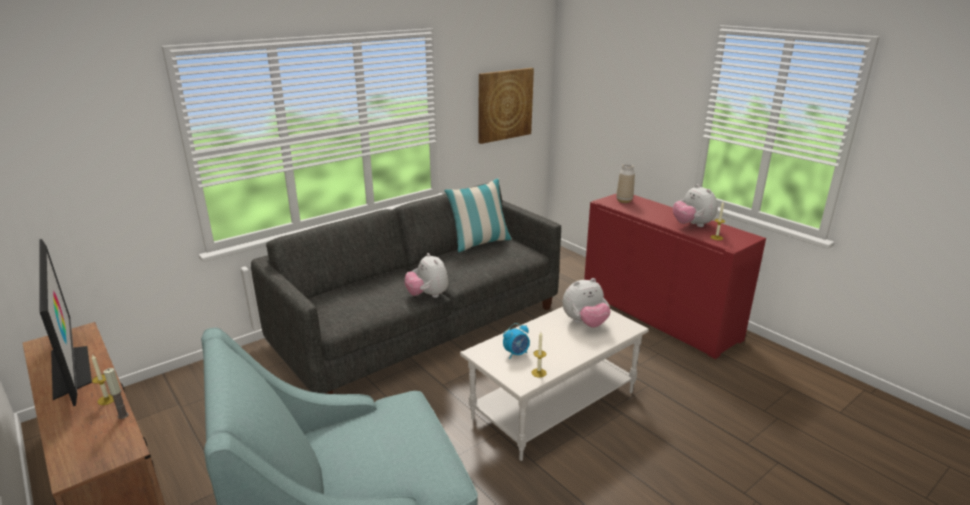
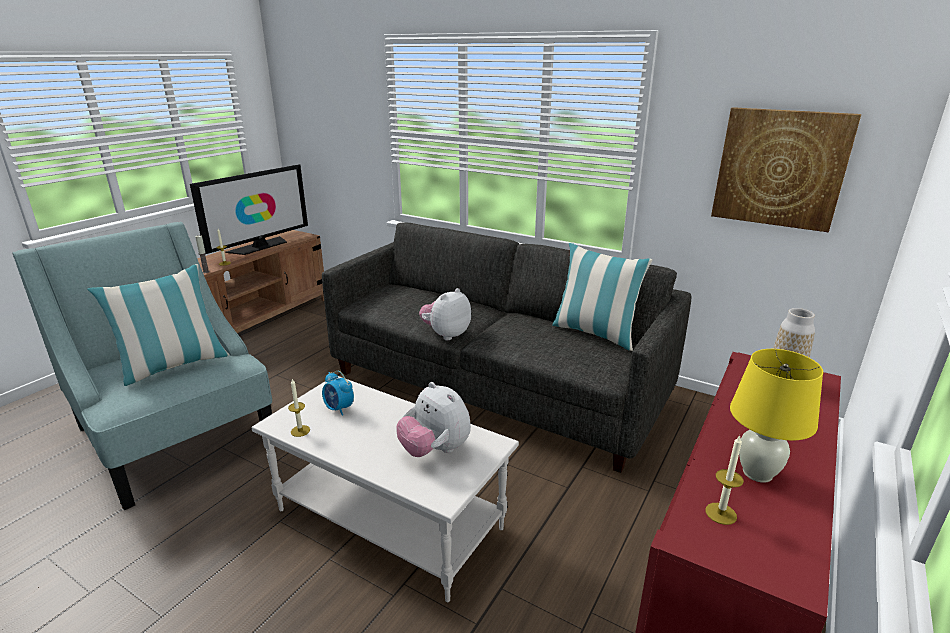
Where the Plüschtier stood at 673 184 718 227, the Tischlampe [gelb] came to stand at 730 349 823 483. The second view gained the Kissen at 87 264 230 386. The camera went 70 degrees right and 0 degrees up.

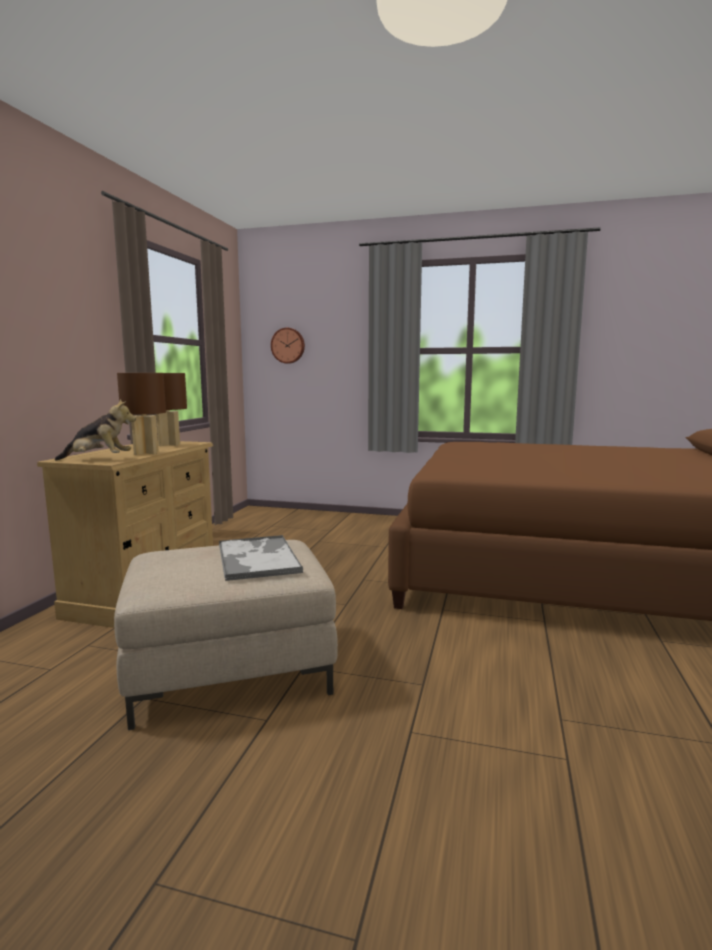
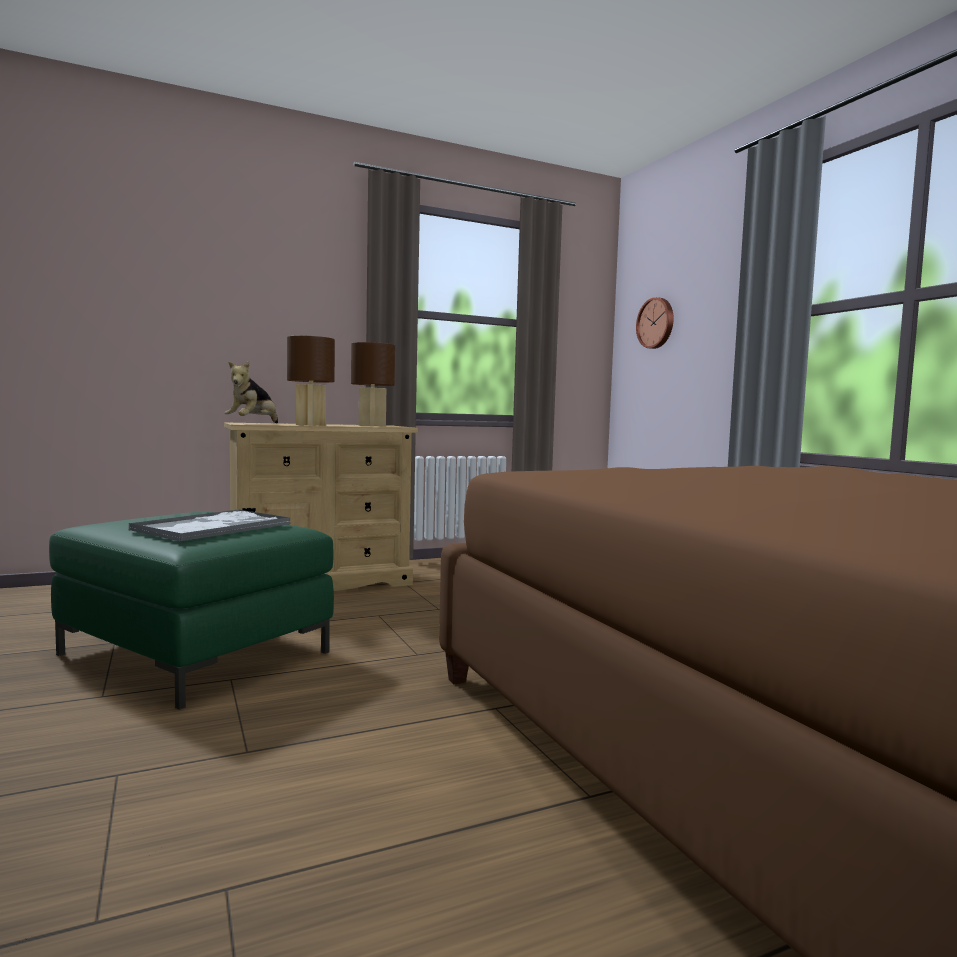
The Plüschtier at 55 399 136 460 ended up facing another way, 60 degrees clockwise from before. What was the Polsterhocker [beige] at 114 540 338 730 turned into the Polsterhocker [grün] at 49 512 334 710. The camera went 50 degrees right and 5 degrees down.

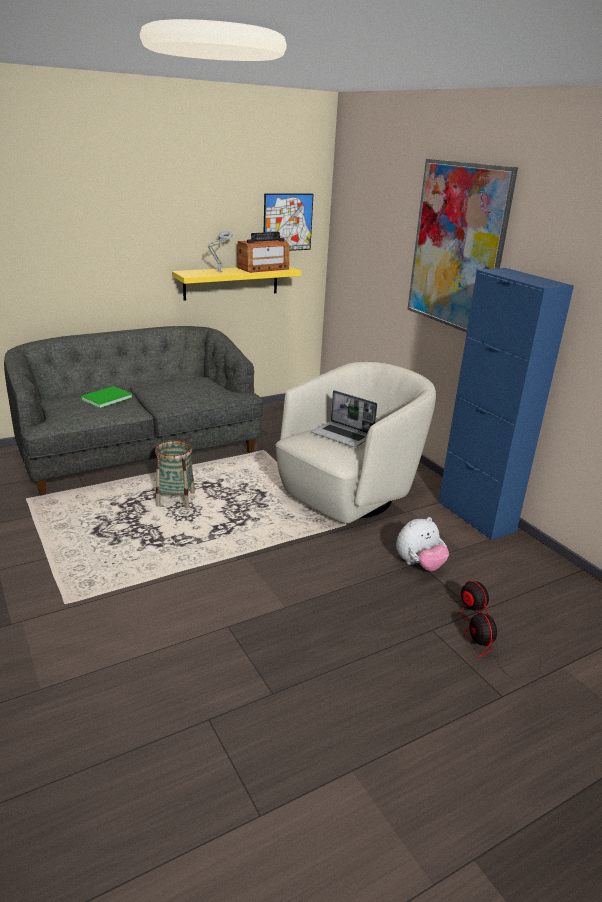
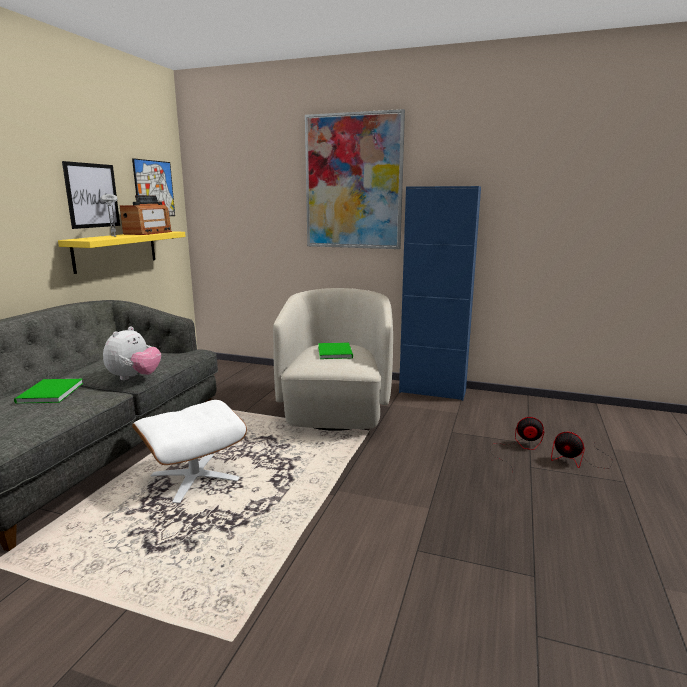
Where the Laptop stood at 312 390 377 447, the Buch [grün] came to stand at 318 342 353 359. Where the Korb stood at 155 440 195 508, the Polsterhocker [weiß] came to stand at 132 400 247 503. The Plüschtier ended up elsewhere, having gone from 396 517 449 571 to 103 326 161 380. The second view gained the Bild at 62 161 120 229. The camera went 40 degrees left and 10 degrees down.

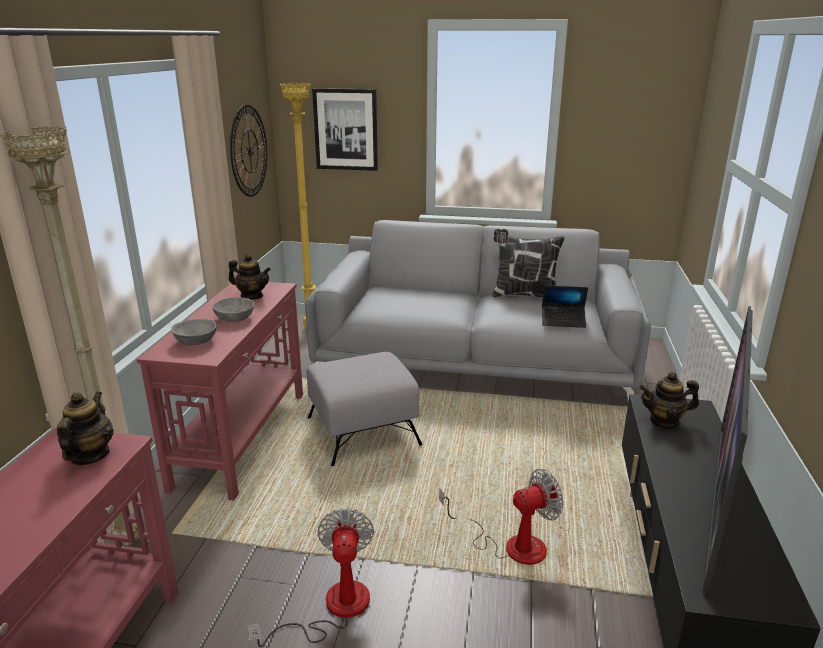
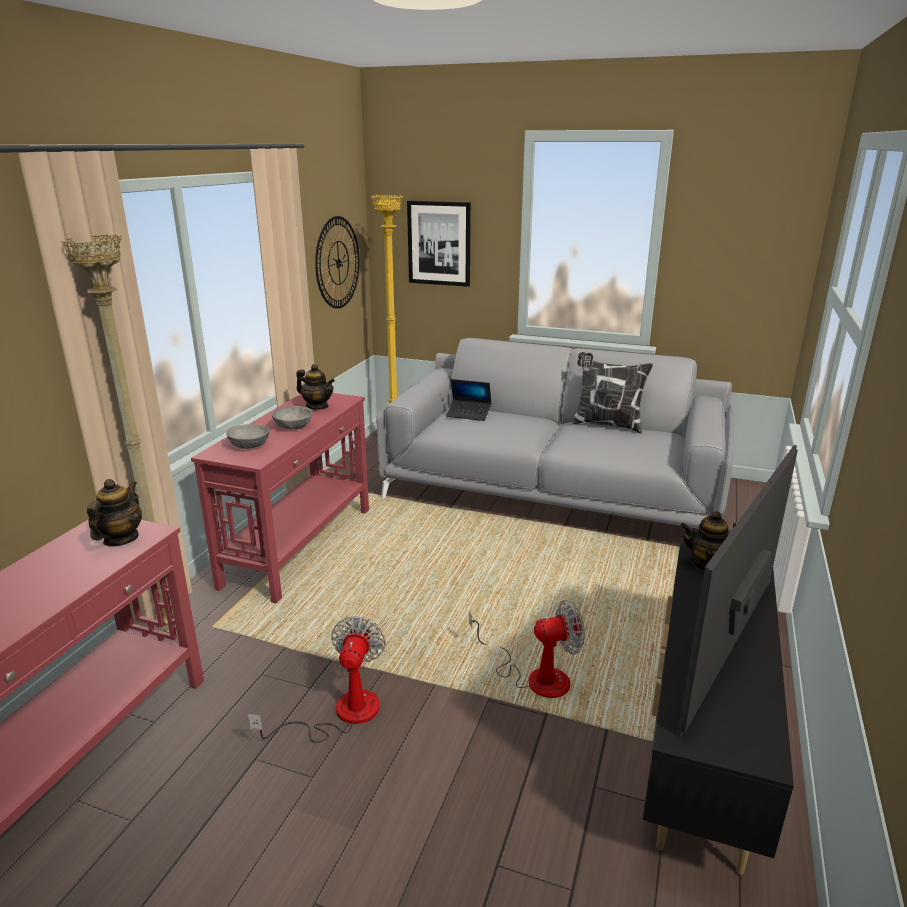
The Laptop ended up elsewhere, having gone from 542 285 588 328 to 446 379 491 421. The second view lost the Polsterhocker [grau] at 307 352 422 466. The camera went 10 degrees right and 0 degrees up.

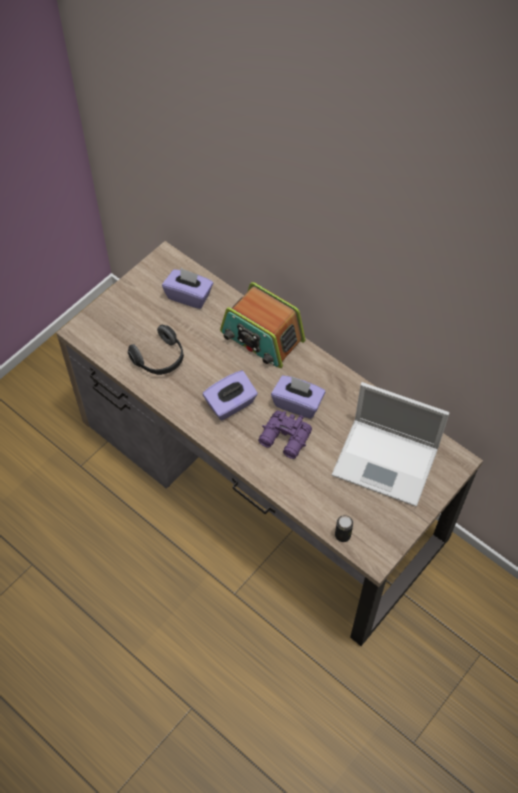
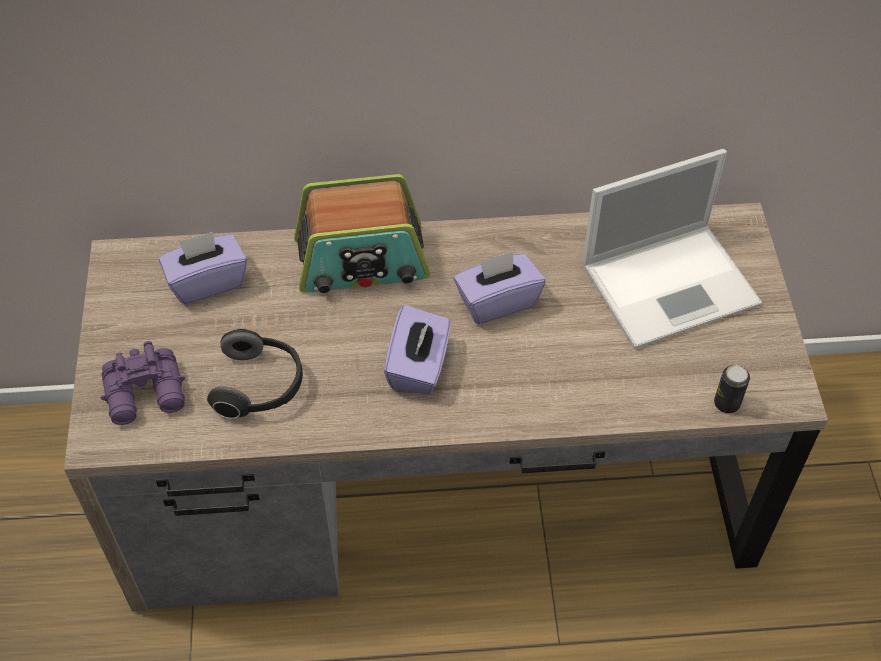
The Fernglas [lila] ended up elsewhere, having gone from 258 411 312 459 to 100 341 185 425. The camera went 45 degrees left and 5 degrees down.

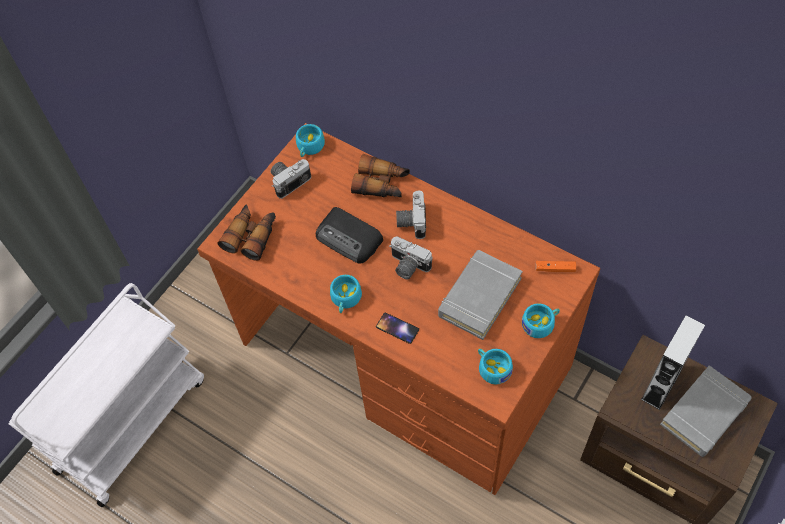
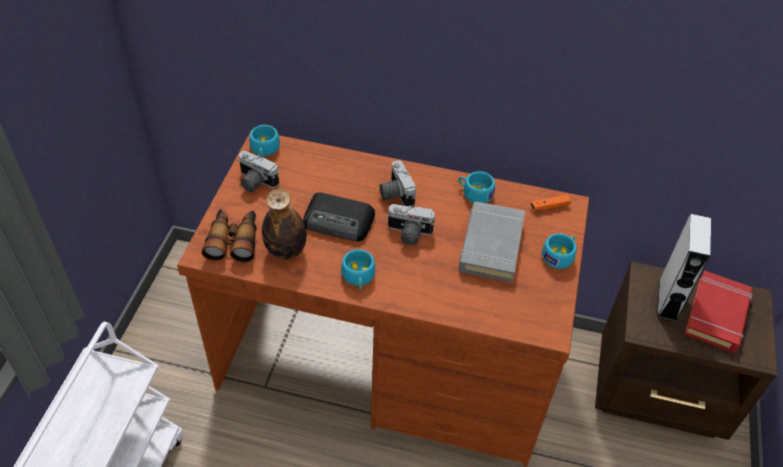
The second view lost the Fernglas at 351 154 410 197. The Kamera at 271 159 311 199 ended up facing another way, 90 degrees counterclockwise from before. The second view lost the Handy at 376 313 419 344. The Tasse [türkis] ended up elsewhere, having gone from 478 348 513 385 to 458 171 495 203. What was the Buch [grau] at 660 365 751 457 turned into the Buch [rot] at 684 270 752 353. The second view gained the Flasche at 262 189 306 260. The camera went 25 degrees left and 10 degrees down.

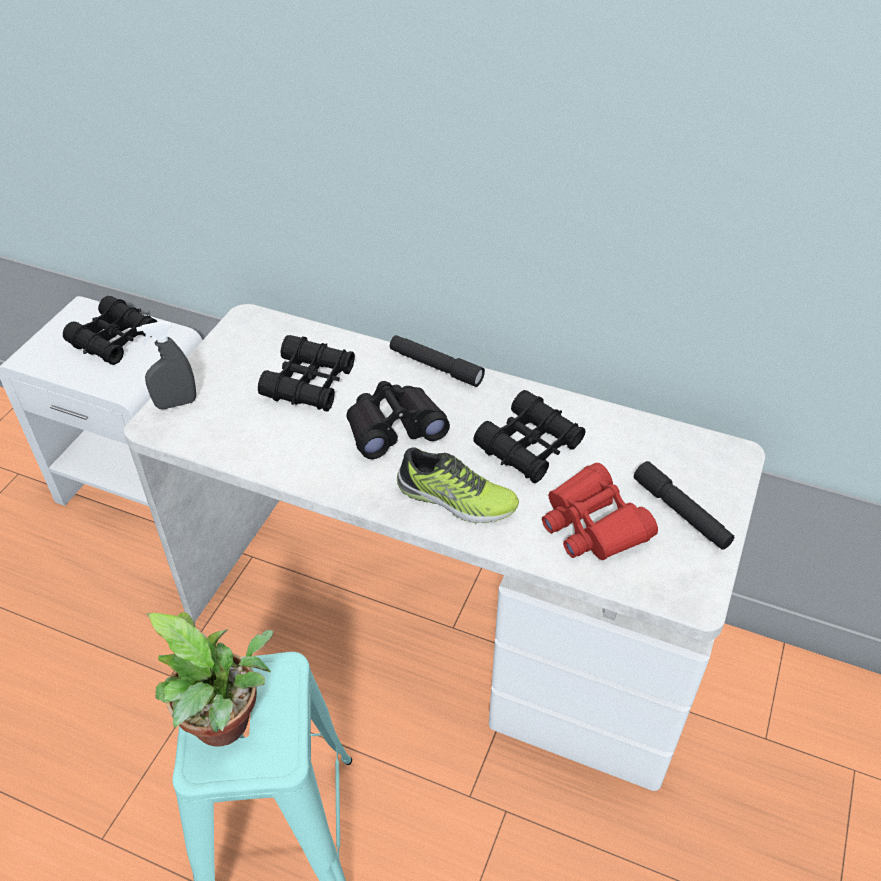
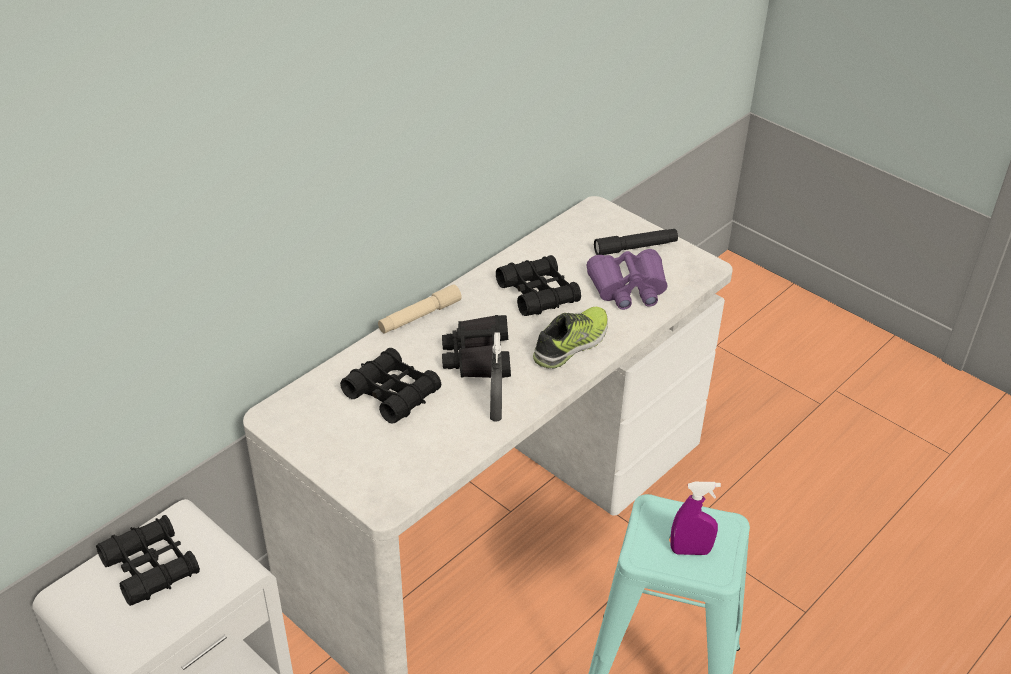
The Sprühflasche [grau] ended up elsewhere, having gone from 136 321 196 409 to 490 332 502 422. What was the Taschenlampe [schwarz] at 390 335 485 387 turned into the Taschenlampe [beige] at 378 284 462 334. What was the Fernglas [rot] at 542 463 658 560 turned into the Fernglas [lila] at 587 249 668 310. Where the Topfpflanze stood at 147 612 274 747, the Sprühflasche [lila] came to stand at 670 482 721 555. The camera went 70 degrees left and 5 degrees down.

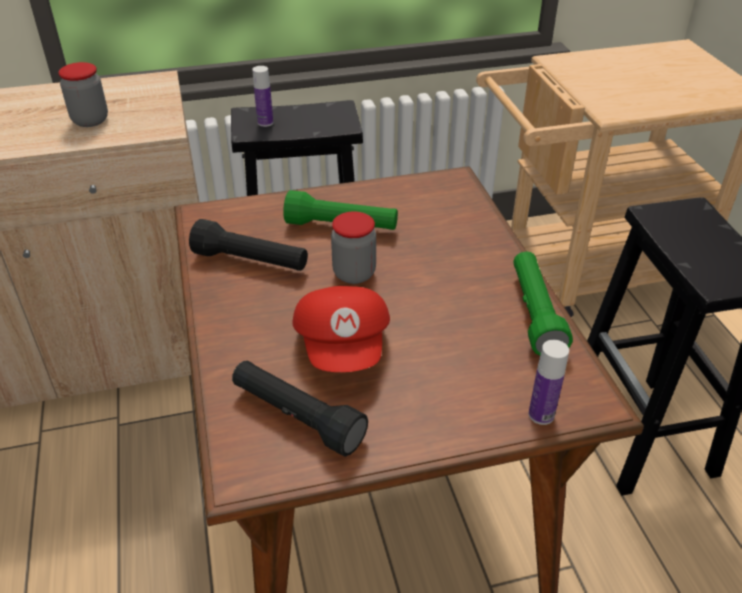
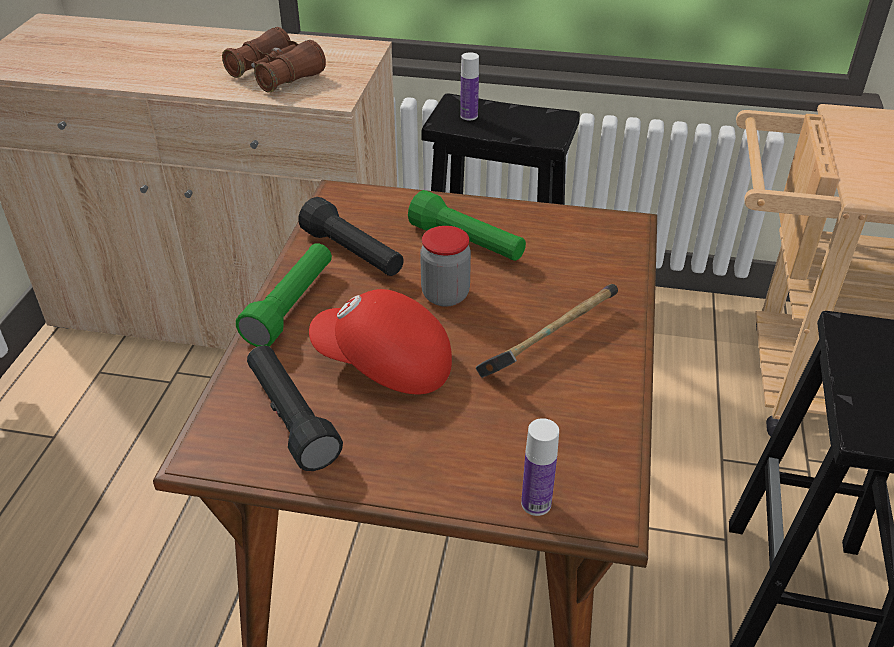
Where the Vorratsglas stood at 58 62 108 127, the Fernglas [braun] came to stand at 222 27 326 92. The Taschenlampe [grün] ended up elsewhere, having gone from 513 251 573 355 to 236 243 332 347. The Kappe [rot] at 292 286 390 372 ended up facing another way, 90 degrees clockwise from before. The second view gained the Hammer at 476 284 618 378. The camera went 25 degrees right and 0 degrees up.

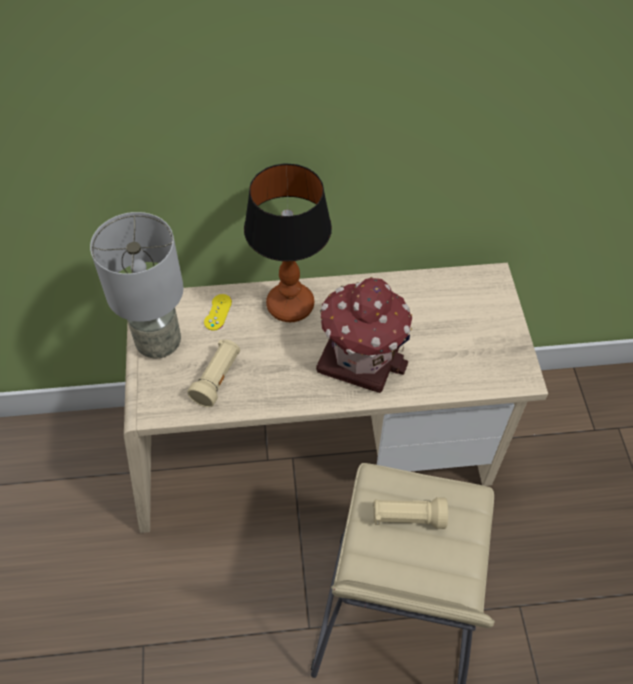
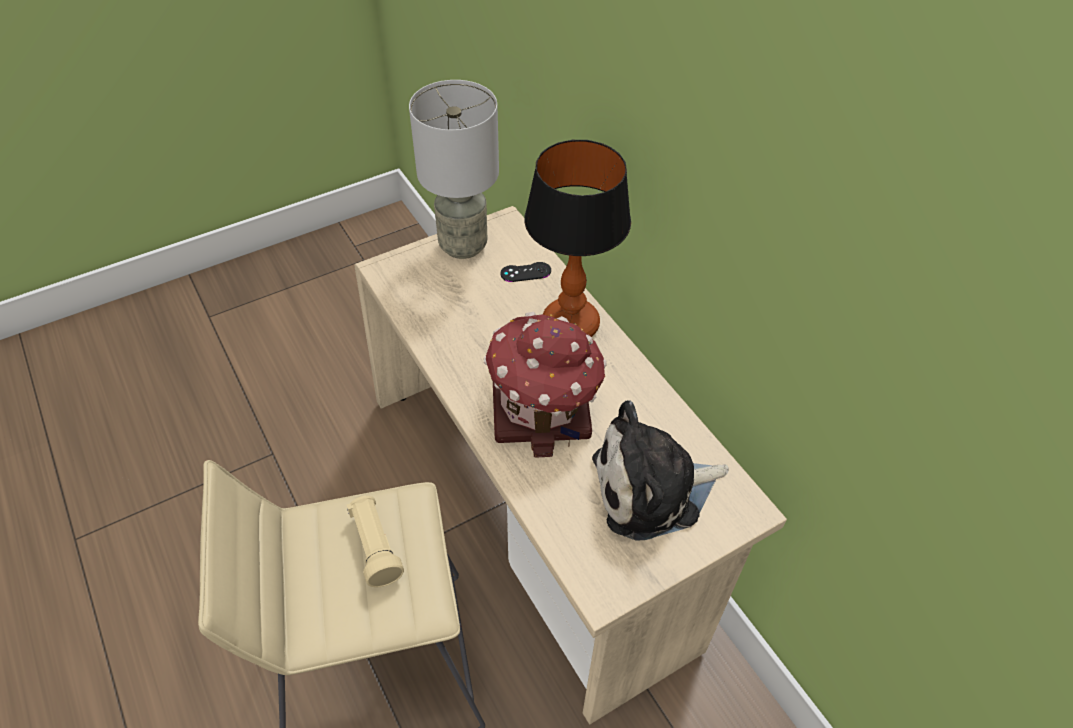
What was the Gamepad [gelb] at 204 294 232 331 turned into the Gamepad [schwarz] at 500 262 551 282. The second view lost the Taschenlampe [beige] at 187 339 240 407. The second view gained the Plüschtier at 592 400 729 540. The camera went 65 degrees right and 5 degrees down.

